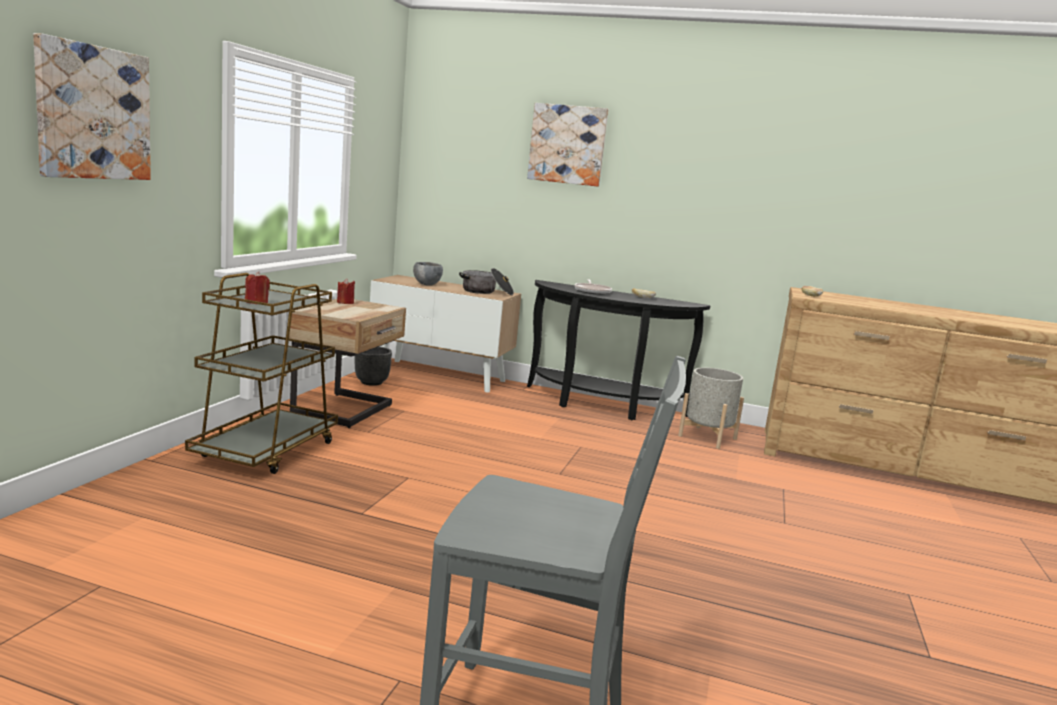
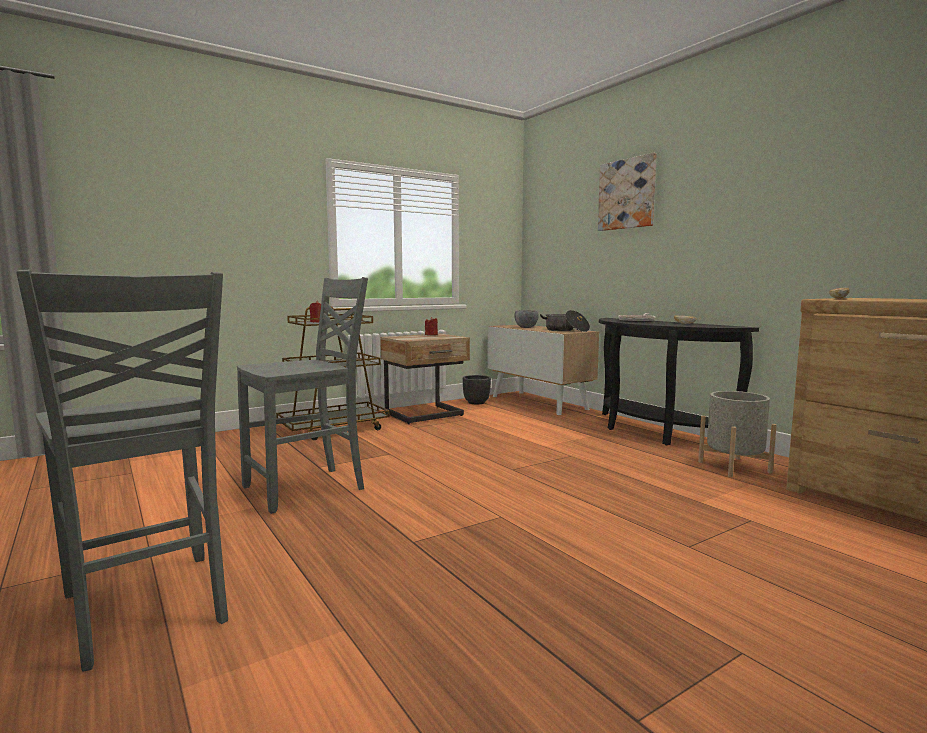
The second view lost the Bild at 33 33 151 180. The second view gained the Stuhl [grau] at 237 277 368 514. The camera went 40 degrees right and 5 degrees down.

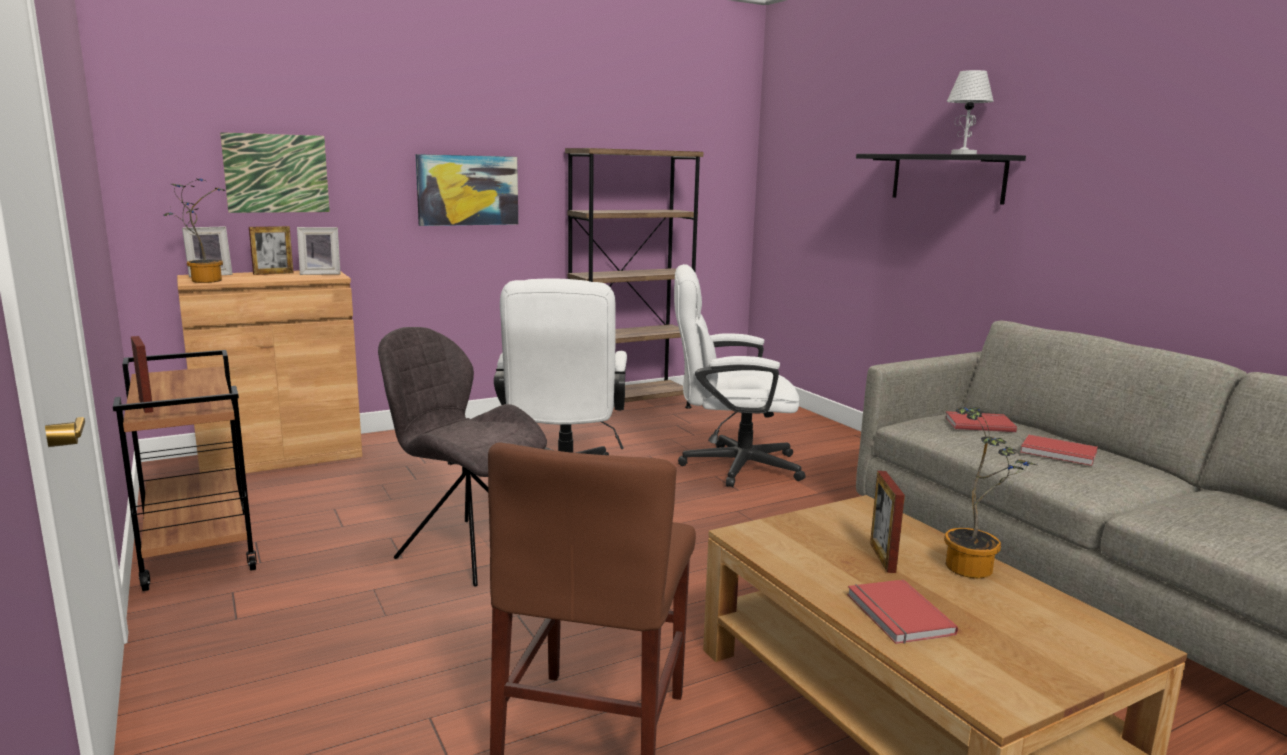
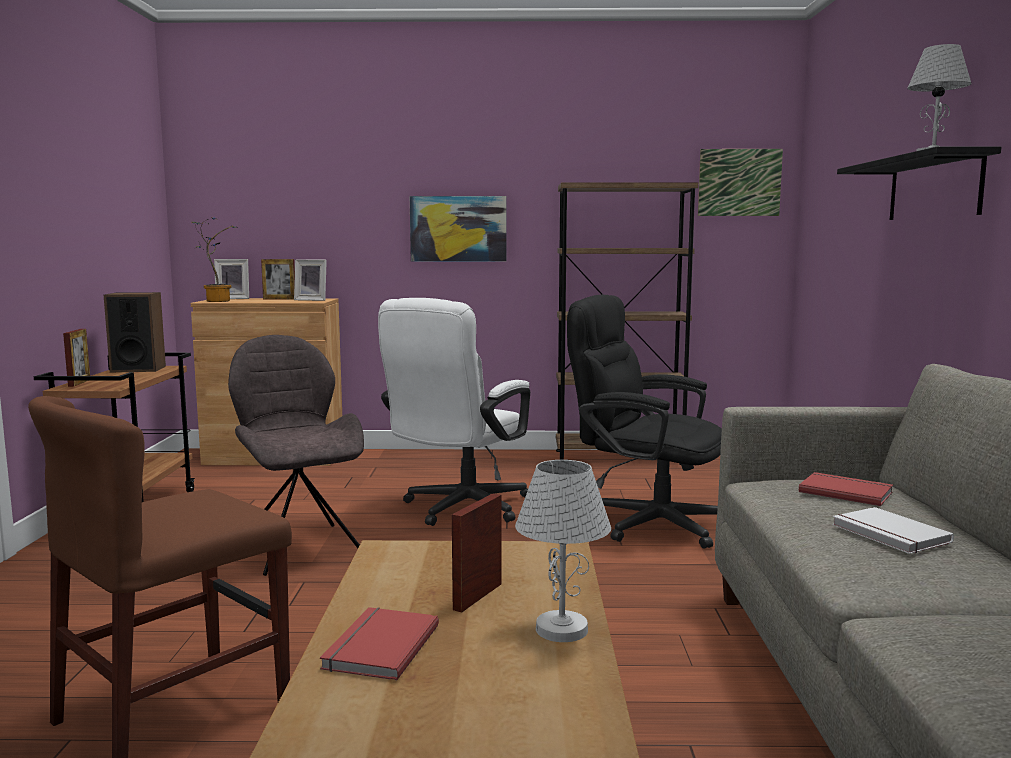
The Bild ended up elsewhere, having gone from 220 132 330 213 to 698 149 783 216. What was the Bürostuhl [weiß] at 674 264 806 487 turned into the Bürostuhl [schwarz] at 567 295 722 549. Where the Topfpflanze stood at 944 407 1037 578, the Tischlampe [weiß] came to stand at 515 460 611 642. What was the Buch [rot] at 1020 435 1098 466 turned into the Buch [weiß] at 832 507 954 554. The second view gained the Lautsprecher at 104 292 166 372. The camera went 30 degrees right and 5 degrees down.

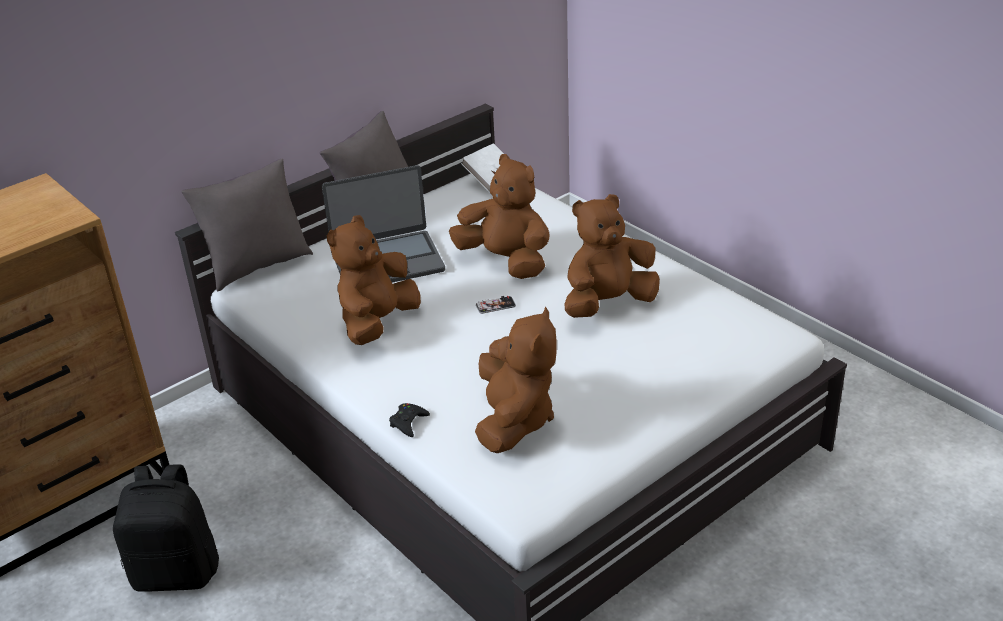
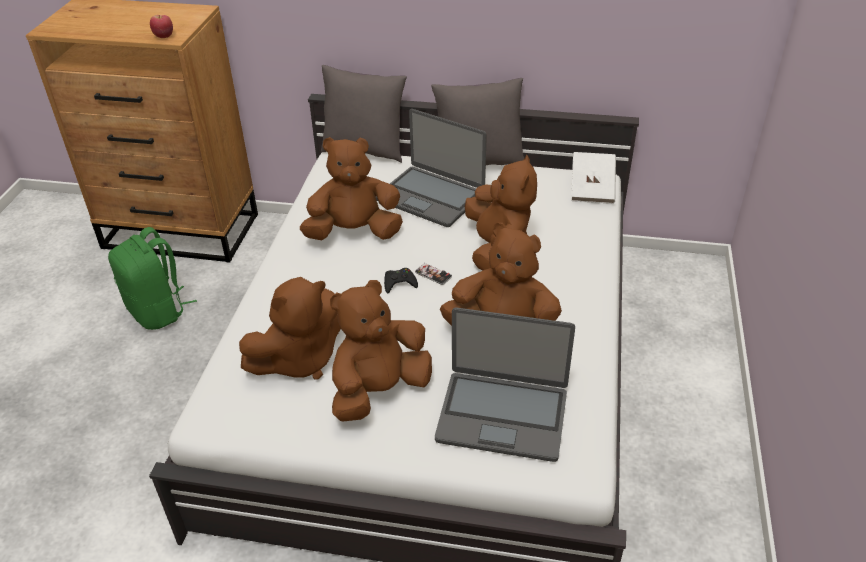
The Gamepad [schwarz] ended up elsewhere, having gone from 389 403 430 437 to 384 268 418 293. What was the Rucksack [schwarz] at 113 464 219 592 turned into the Rucksack [grün] at 108 227 197 330. The second view gained the Apfel at 150 15 173 38. The second view gained the Plüschtier [braun] at 330 280 432 421. The second view gained the Laptop at 435 307 575 462. The camera went 50 degrees right and 5 degrees up.

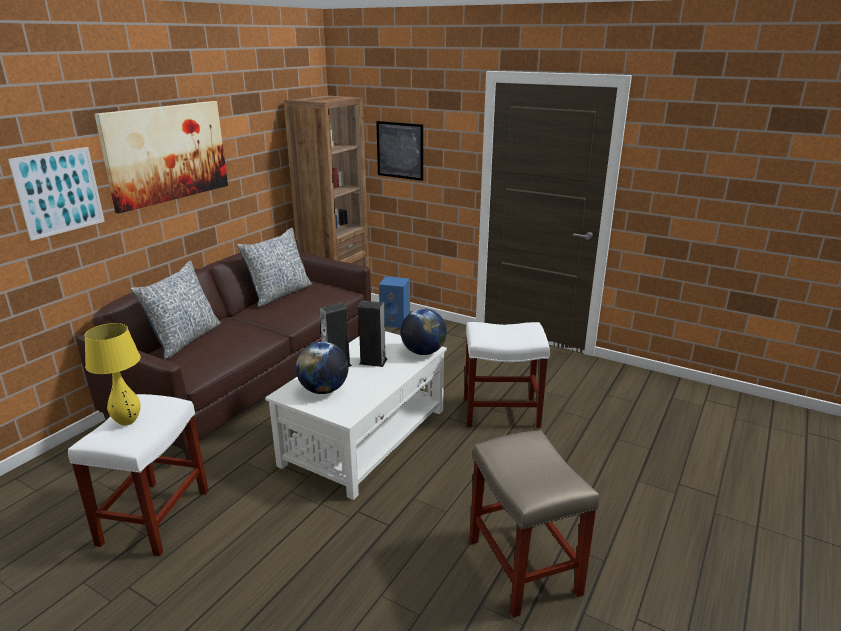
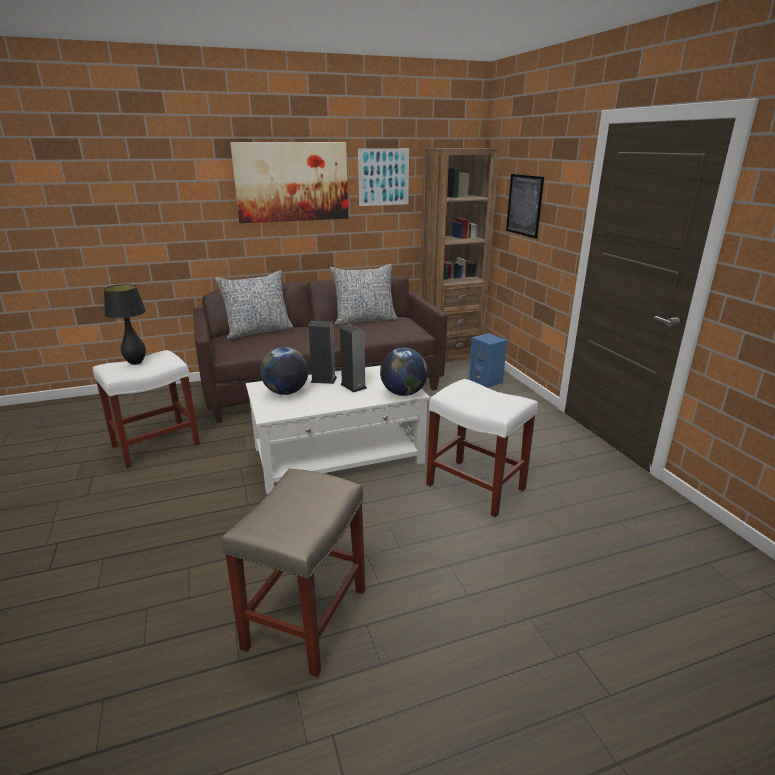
The Bild ended up elsewhere, having gone from 8 147 105 241 to 358 148 409 206. What was the Tischlampe [gelb] at 84 323 141 426 turned into the Tischlampe [schwarz] at 104 284 146 365. The camera went 40 degrees right and 0 degrees up.

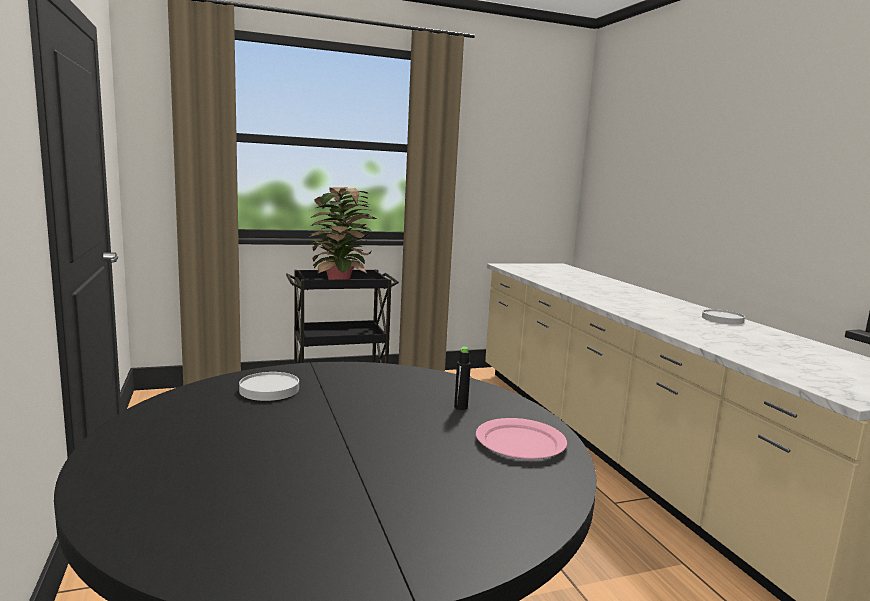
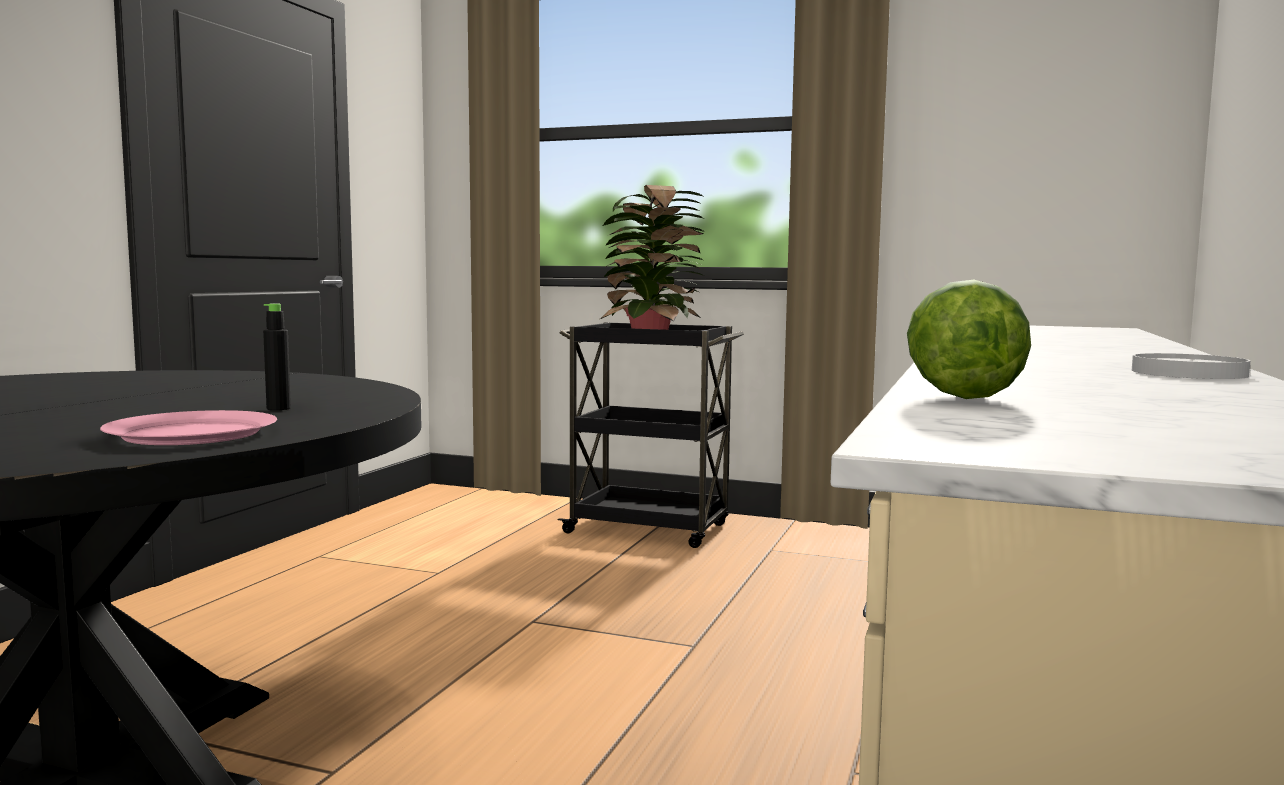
The second view lost the Teller [weiß] at 239 372 299 401. The second view gained the Salatkopf at 907 280 1031 399. The camera went 40 degrees right and 5 degrees down.

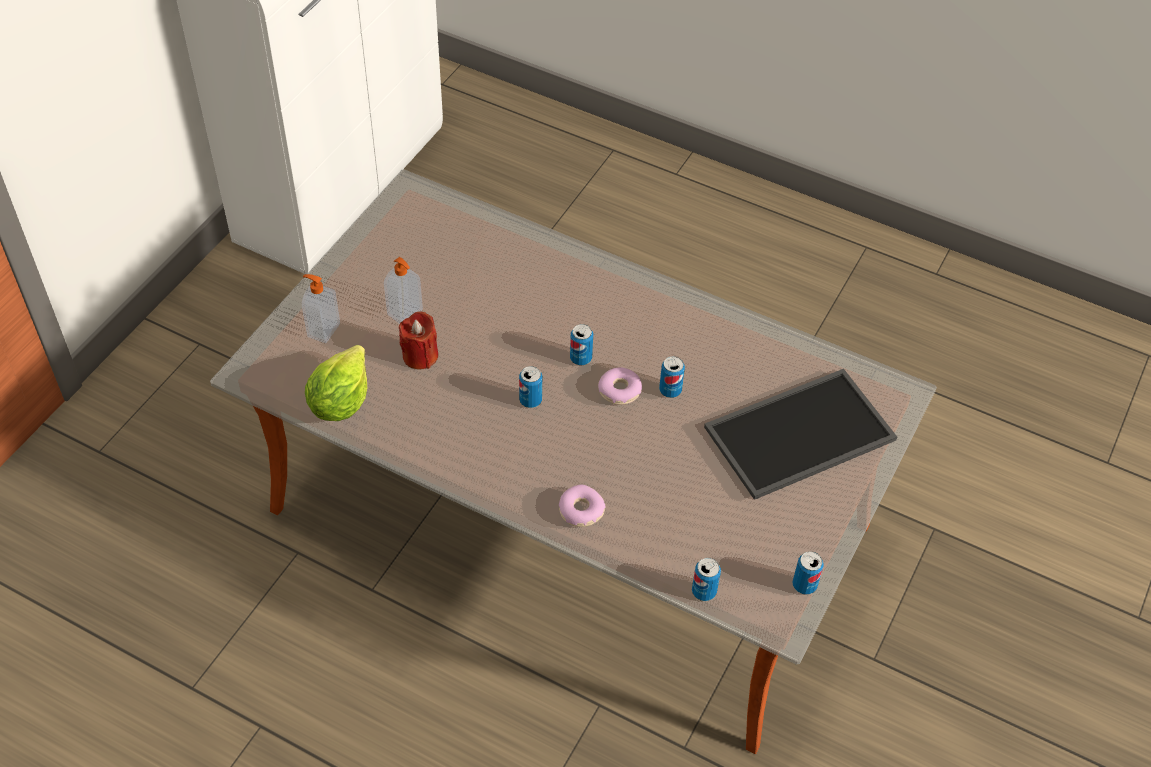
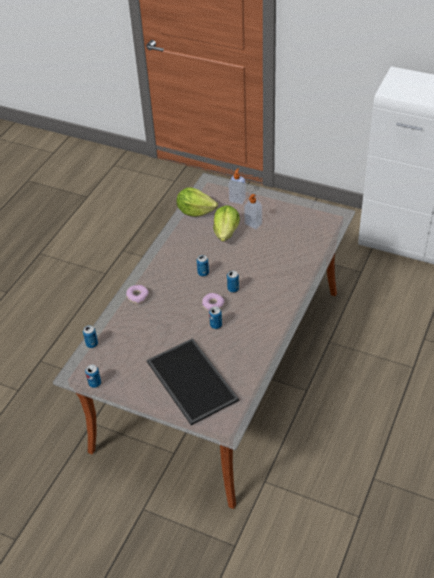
Where the Kerze [rot] stood at 399 311 438 369, the Salatkopf came to stand at 213 205 240 241. The camera went 90 degrees right and 5 degrees down.

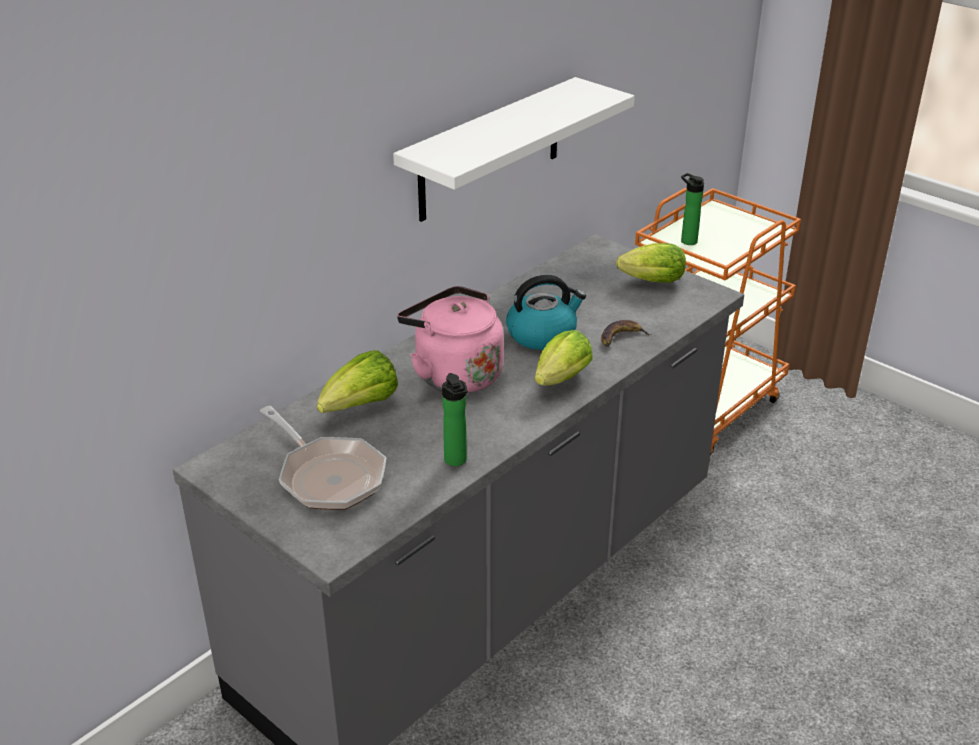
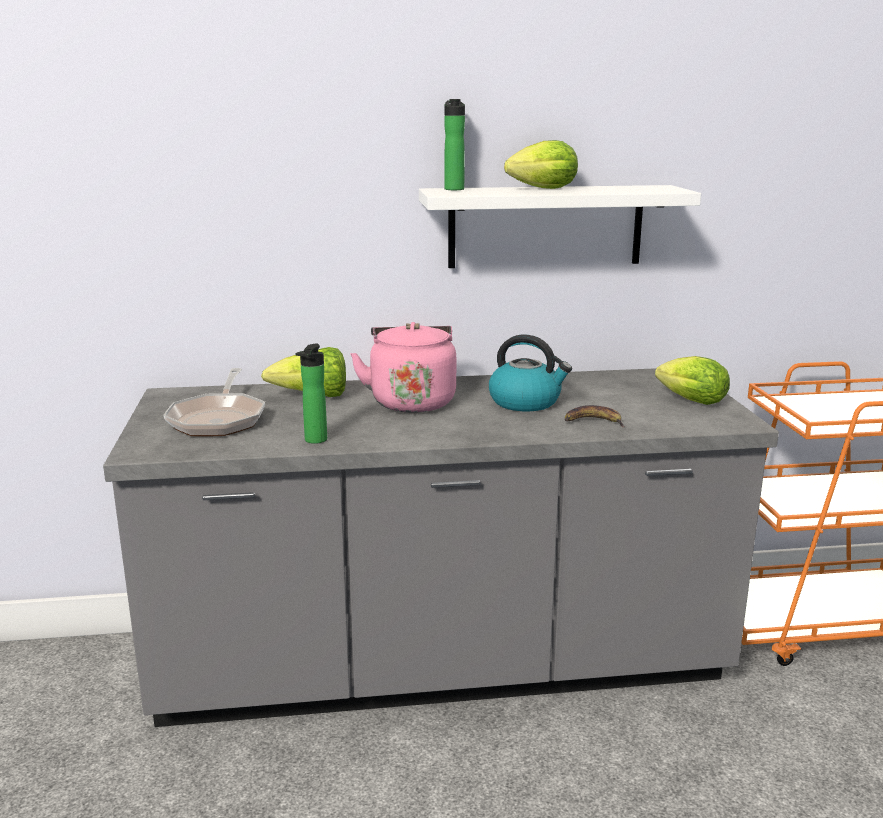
The Flasche ended up elsewhere, having gone from 681 173 704 245 to 444 99 465 190. The Salatkopf ended up elsewhere, having gone from 535 330 593 385 to 504 140 578 189. The camera went 40 degrees right and 15 degrees down.

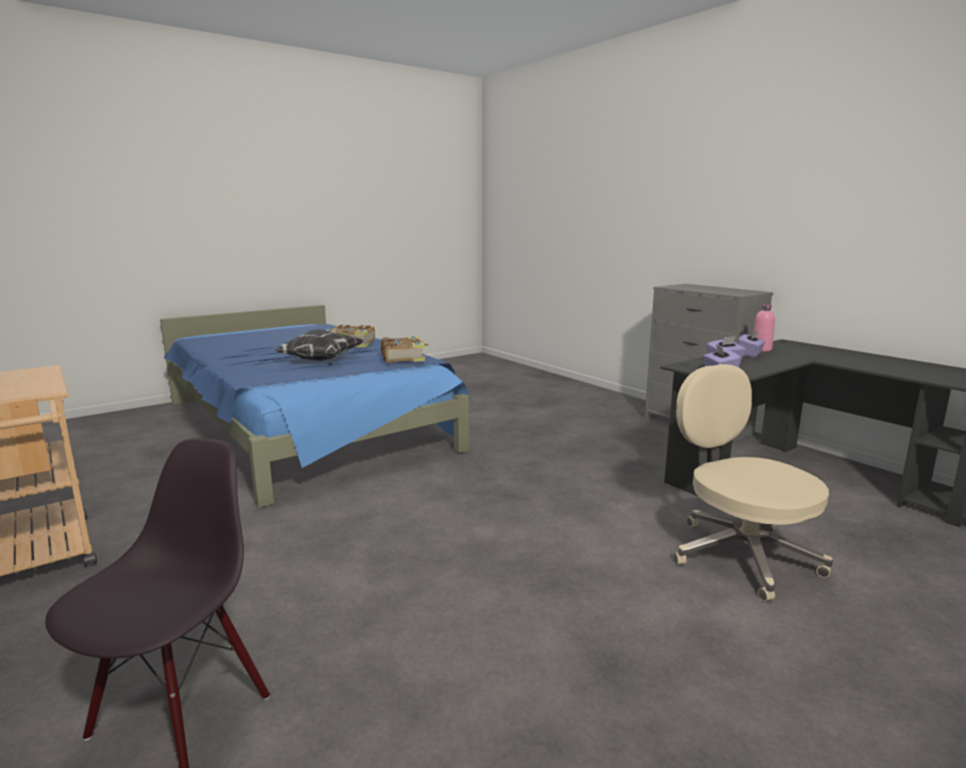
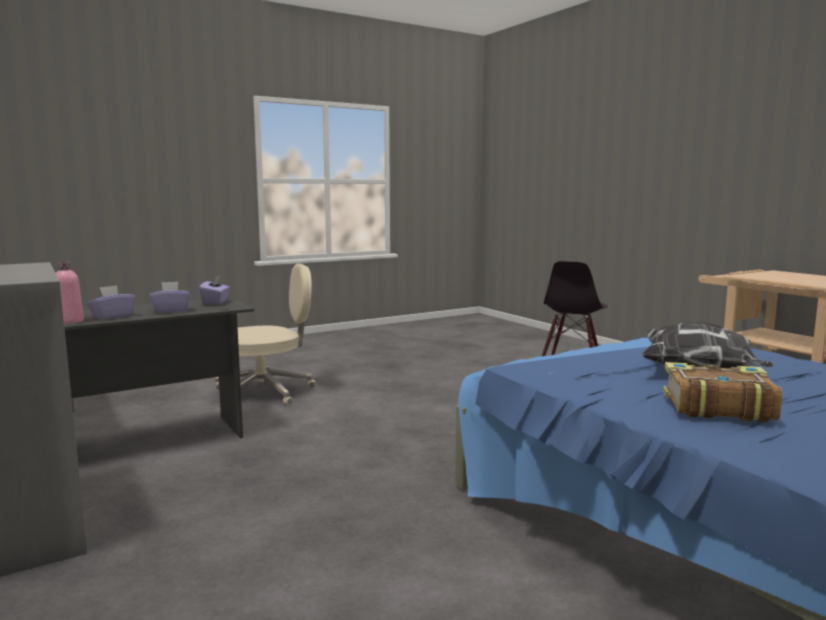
The second view lost the Buch at 381 336 430 363. The Bürostuhl [beige] at 673 364 833 601 ended up facing another way, 90 degrees counterclockwise from before. The camera went 175 degrees left and 5 degrees down.

